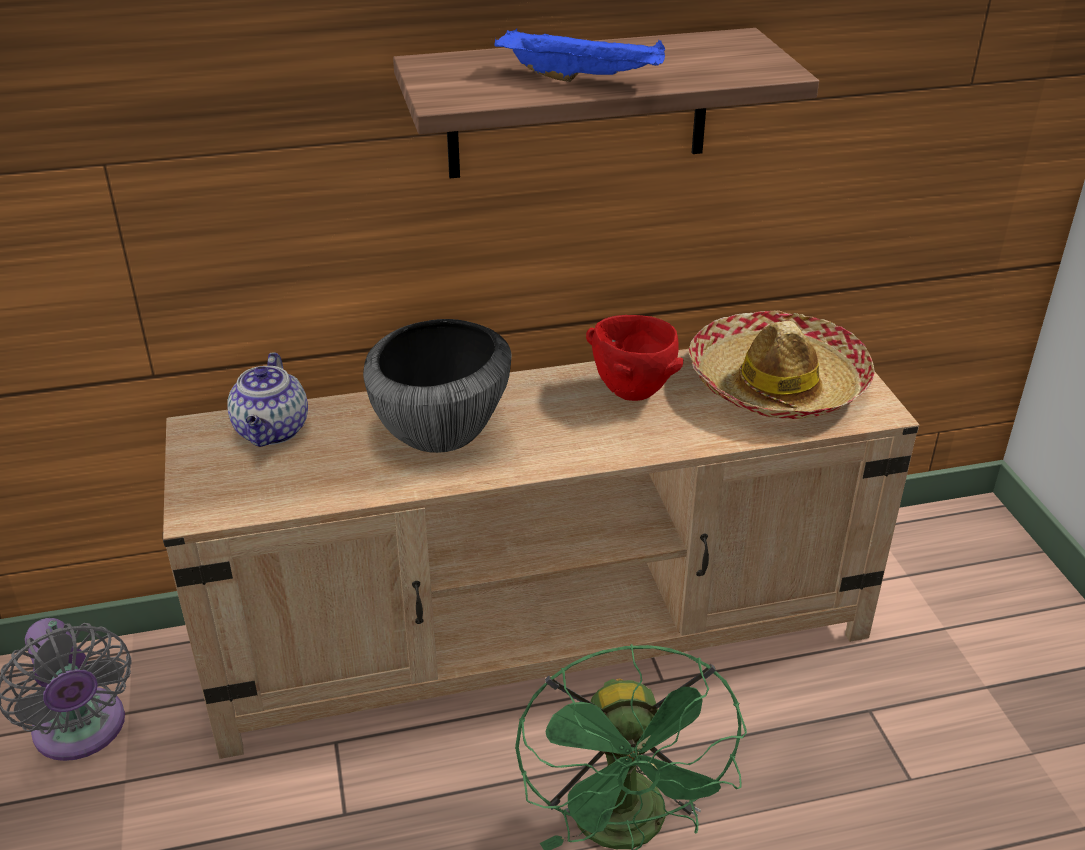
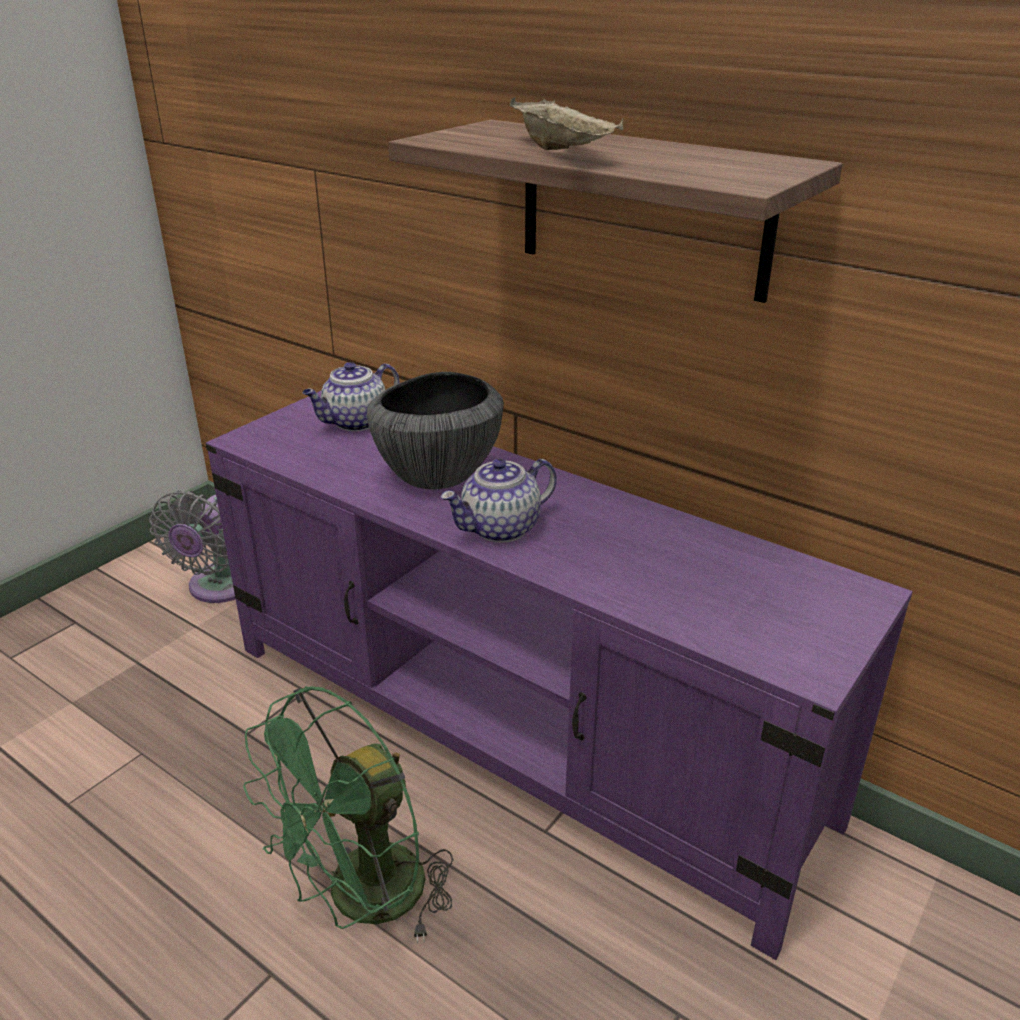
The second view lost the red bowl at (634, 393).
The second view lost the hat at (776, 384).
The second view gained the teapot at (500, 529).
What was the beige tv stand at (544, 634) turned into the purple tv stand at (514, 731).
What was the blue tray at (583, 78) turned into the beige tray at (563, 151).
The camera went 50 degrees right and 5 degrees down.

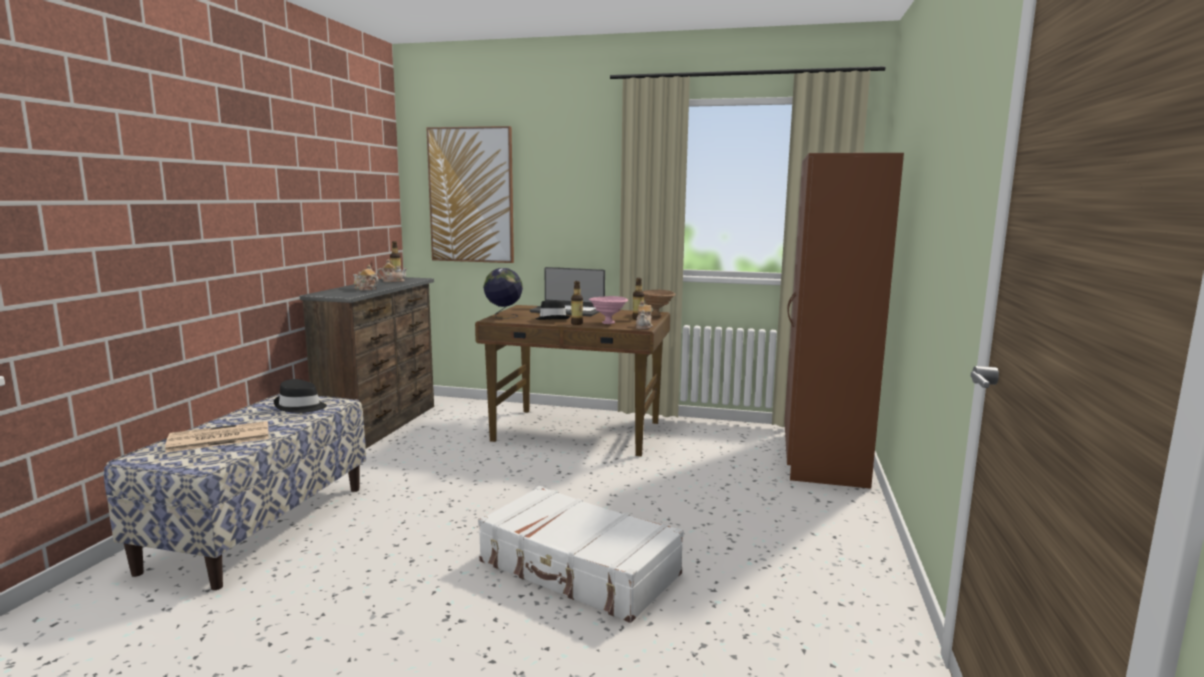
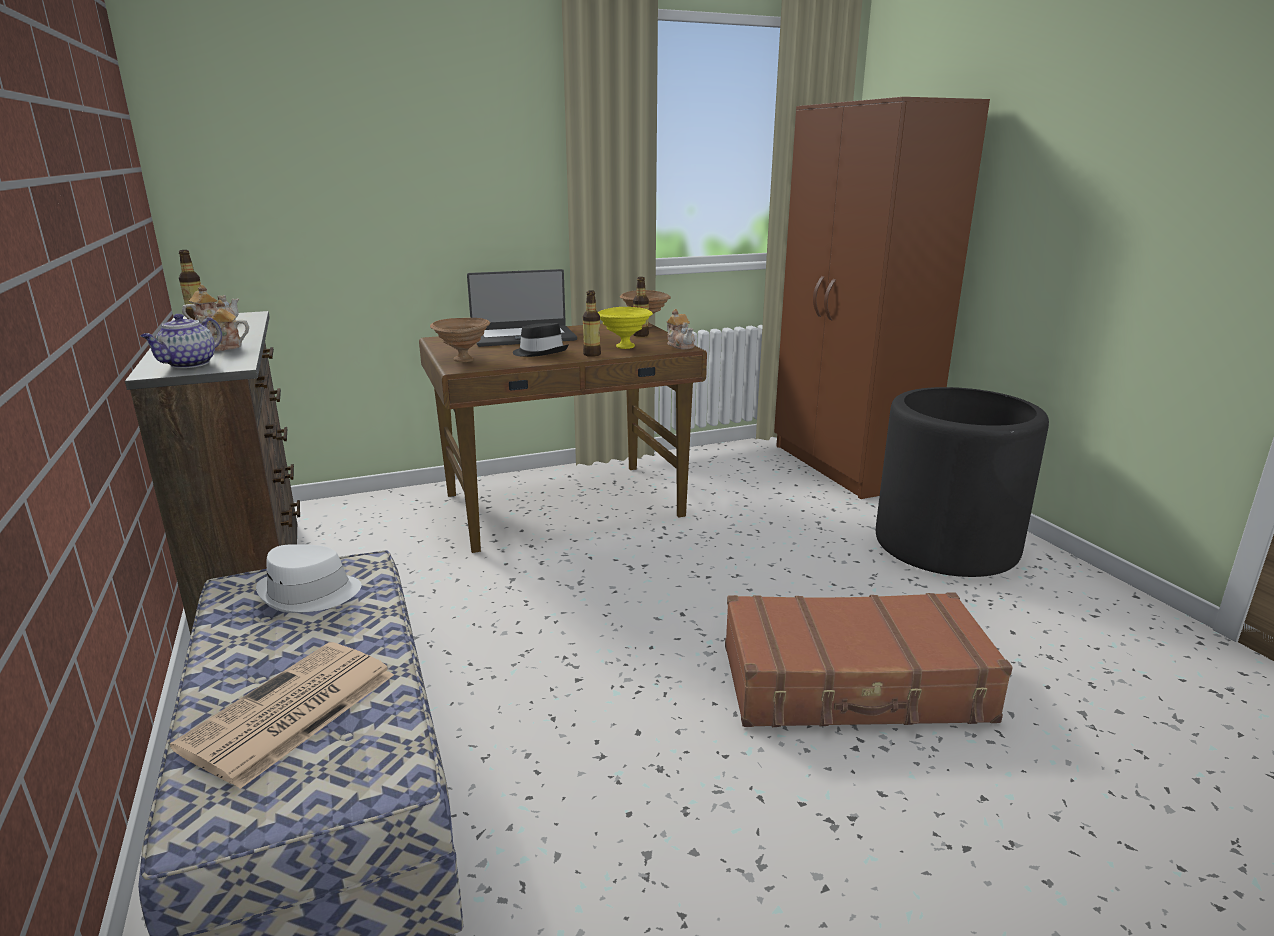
The second view lost the picture at (471, 195).
The second view gained the teapot at (189, 364).
The second view gained the black planter at (946, 545).
Where the globe stood at (503, 317), the brown bowl came to stand at (463, 360).
What was the black hat at (300, 406) turned into the white hat at (310, 594).
What was the white suitcase at (578, 569) turned into the brown suitcase at (854, 684).
What was the pink bowl at (607, 323) turned into the yellow bowl at (623, 346).
The camera went 35 degrees left and 10 degrees up.

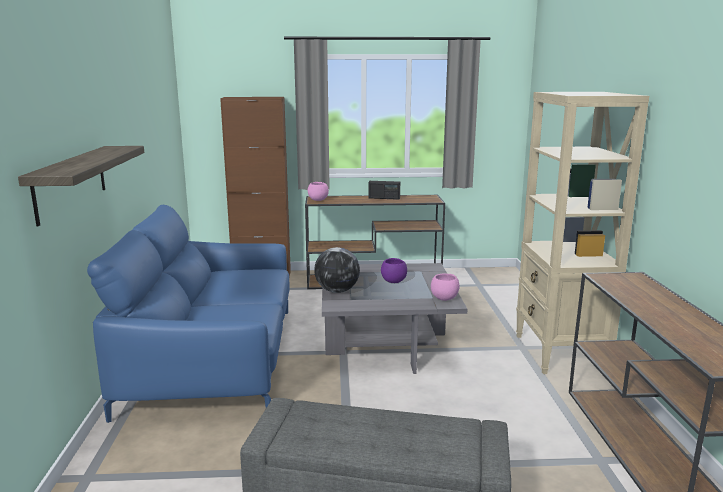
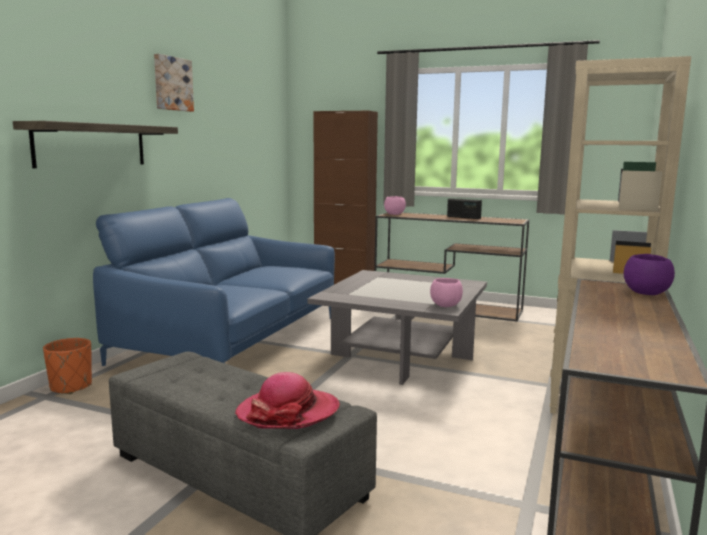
The second view lost the globe at (337, 291).
The second view gained the orange planter at (71, 387).
The second view gained the picture at (172, 84).
The second view gained the hat at (288, 412).
The purple bowl ended up elsewhere, having gone from (393, 281) to (645, 293).
The camera went 25 degrees right and 5 degrees down.

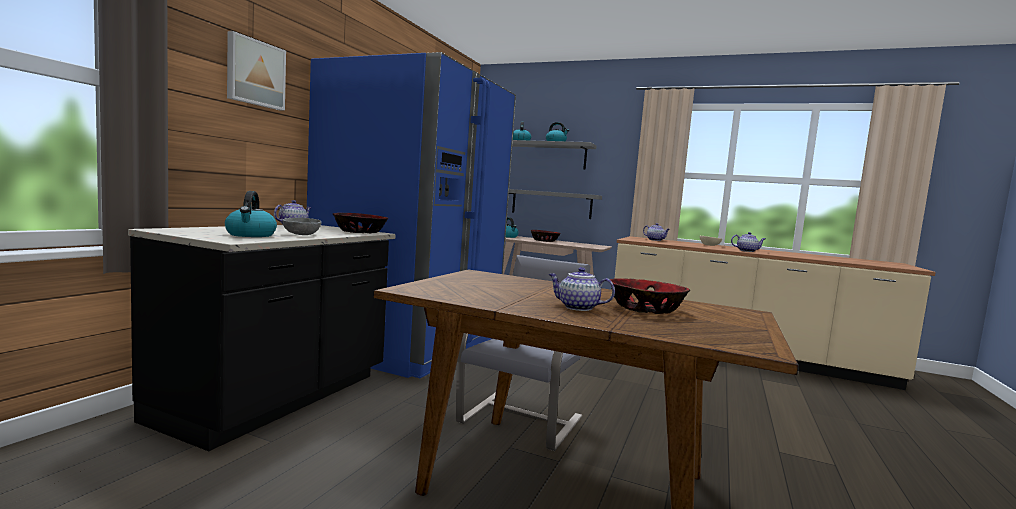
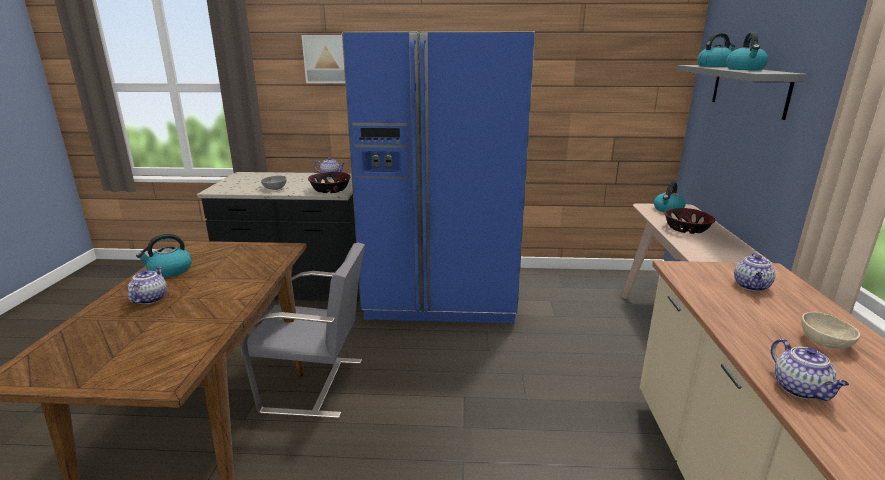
The second view lost the grey shelf at (551, 204).
The second view lost the bowl at (645, 309).
The kettle ended up elsewhere, having gone from (251, 235) to (170, 271).
The camera went 70 degrees right and 15 degrees up.

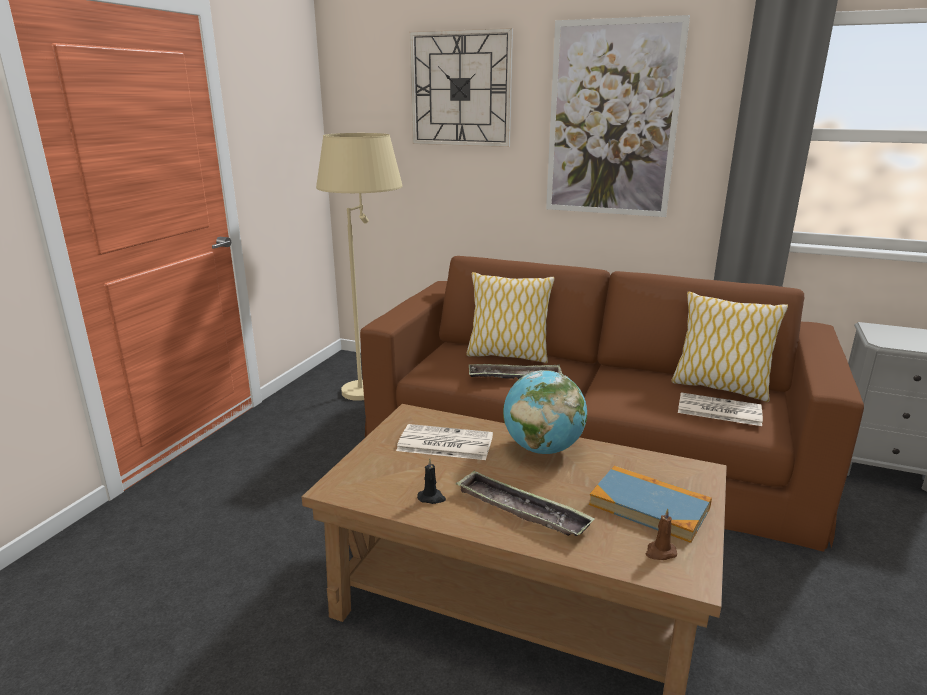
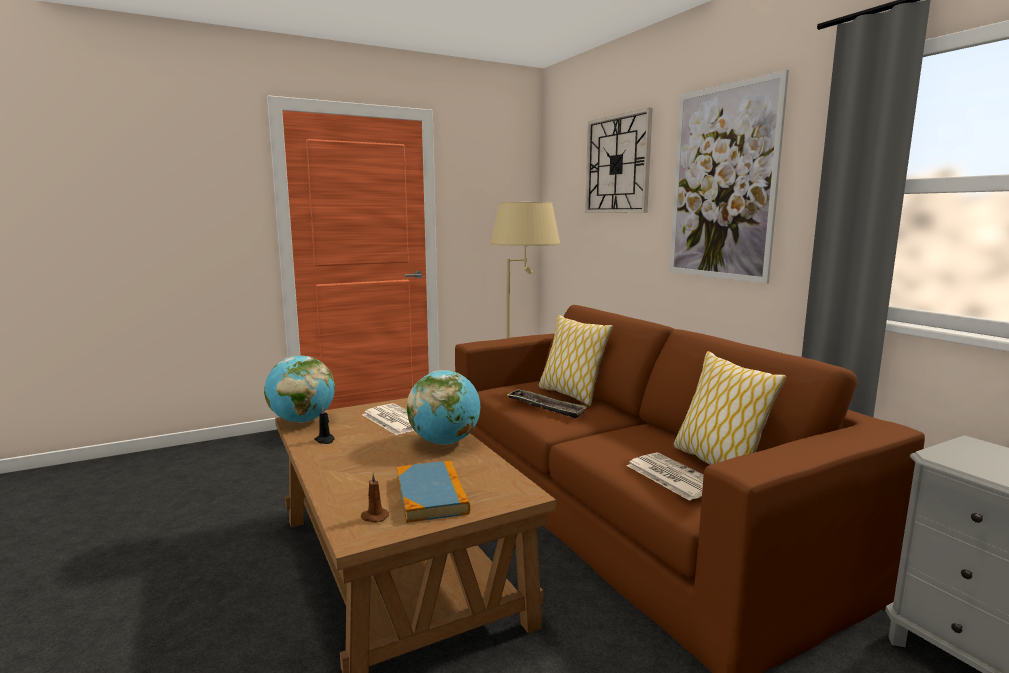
The second view lost the tray at (521, 510).
The second view gained the globe at (302, 420).
The camera went 40 degrees right and 10 degrees down.

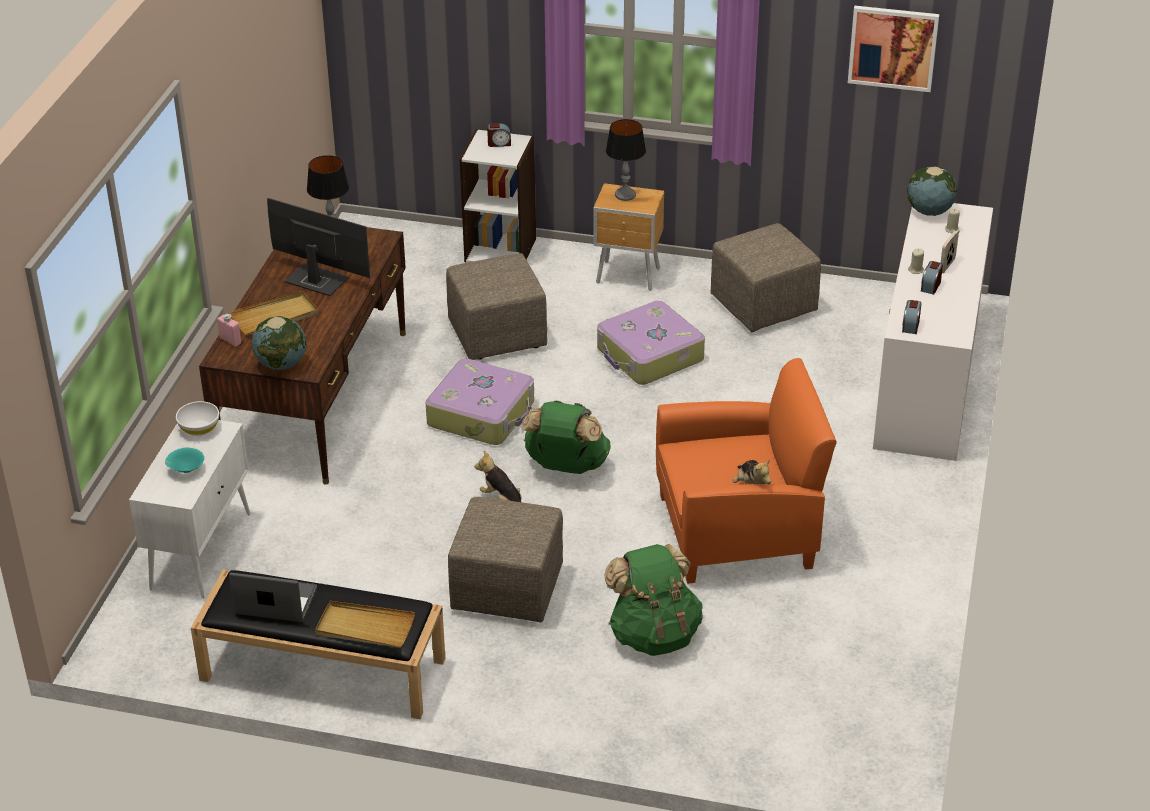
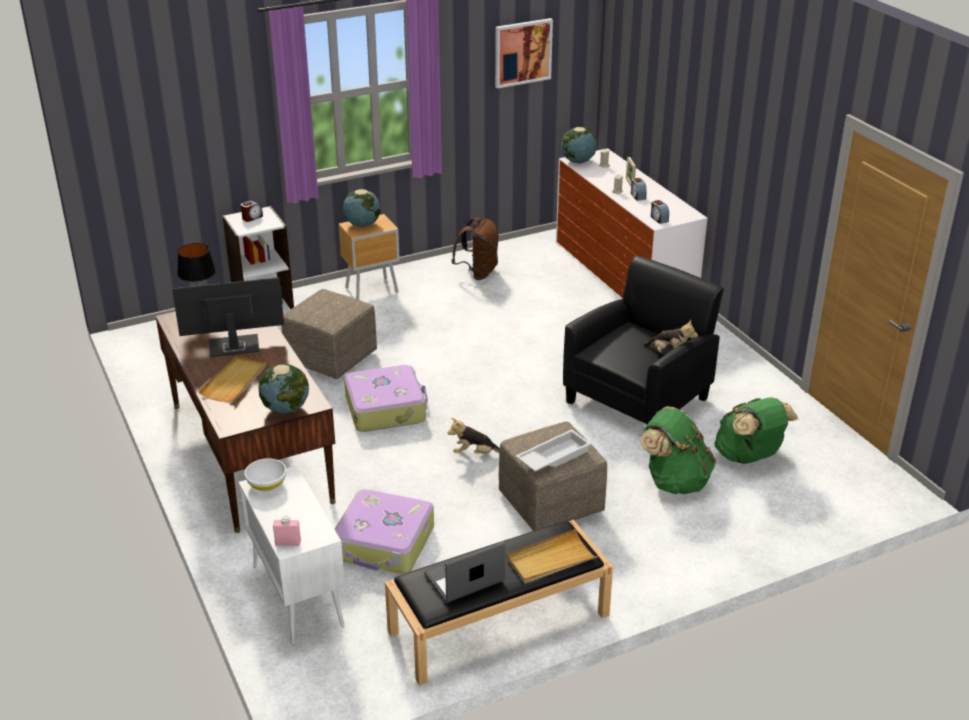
The second view lost the turquoise bowl at (185, 470).
The second view gained the white tray at (553, 456).
The pink bottle ended up elsewhere, having gone from (230, 340) to (288, 543).
The green backpack ended up elsewhere, having gone from (566, 466) to (749, 457).
The suitcase ended up elsewhere, having gone from (649, 355) to (384, 543).
Where the table lamp stood at (625, 195), the globe came to stand at (362, 224).
Where the beige ottoman stood at (764, 305), the brown backpack came to stand at (478, 273).
What was the orange armchair at (738, 531) turned into the black armchair at (638, 399).
The camera went 40 degrees left and 5 degrees down.

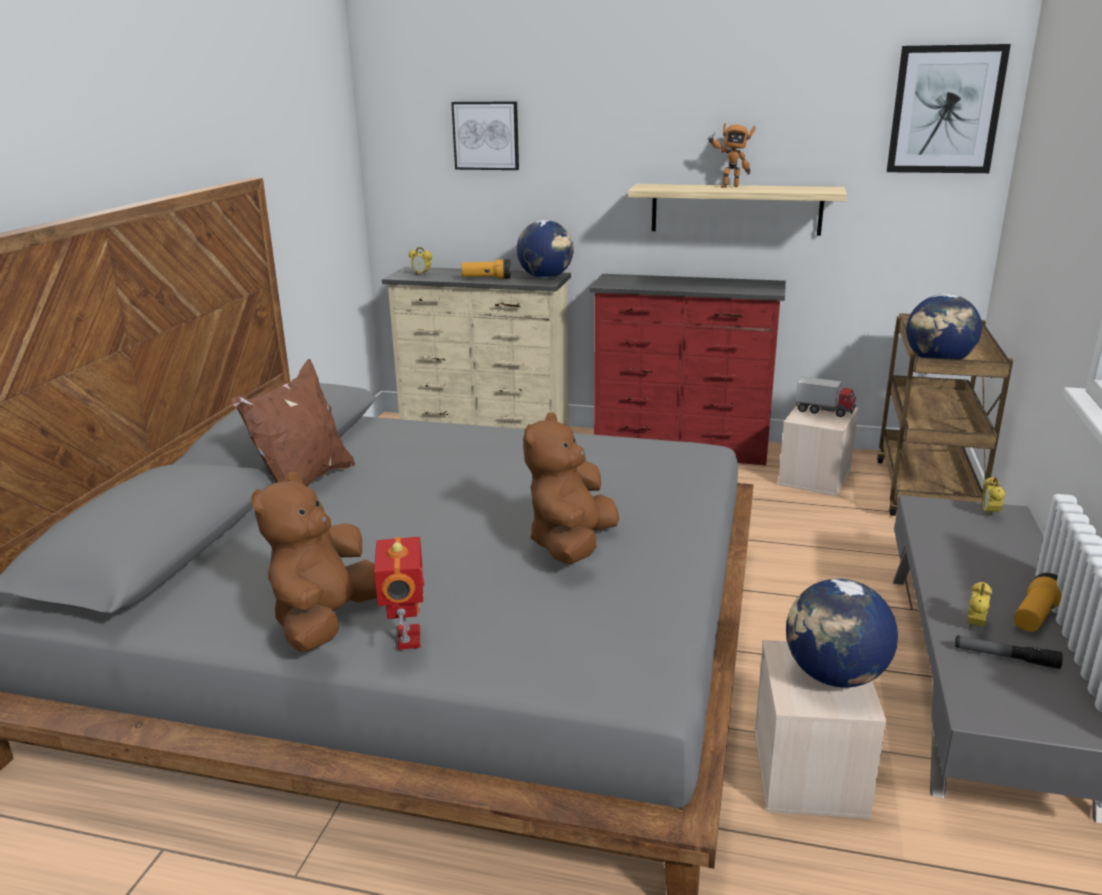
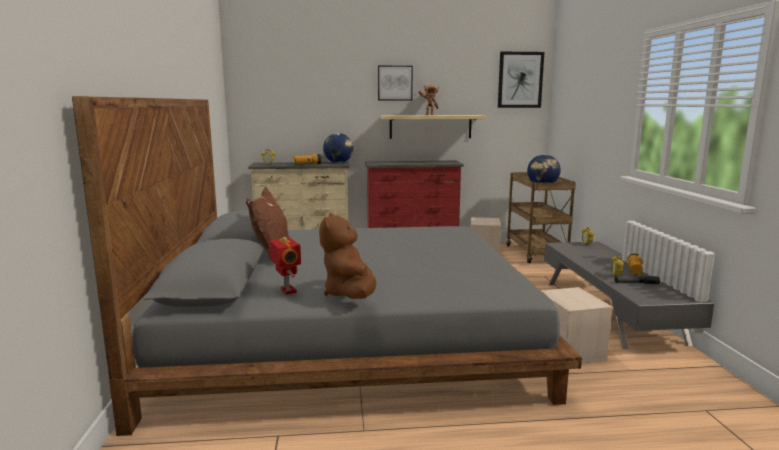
The second view lost the brown plush toy at (571, 545).
The second view lost the globe at (834, 676).
The second view lost the toy truck at (824, 411).
The toy robot ended up elsewhere, having gone from (406, 639) to (287, 291).
The picture ended up elsewhere, having gone from (486, 135) to (395, 83).
The camera went 20 degrees left and 10 degrees down.

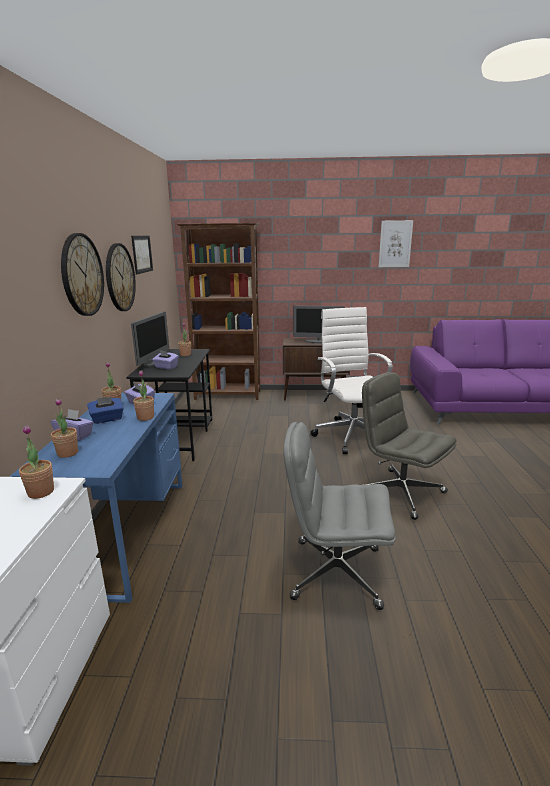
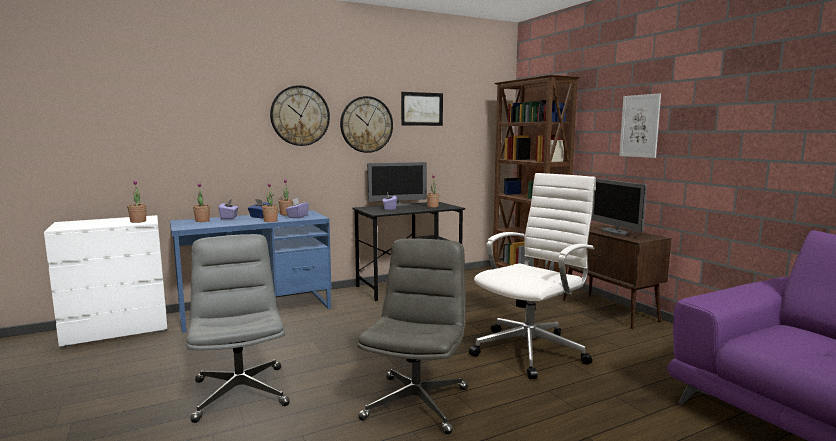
The picture ended up elsewhere, having gone from (395, 244) to (639, 126).
The camera went 60 degrees right and 10 degrees down.

